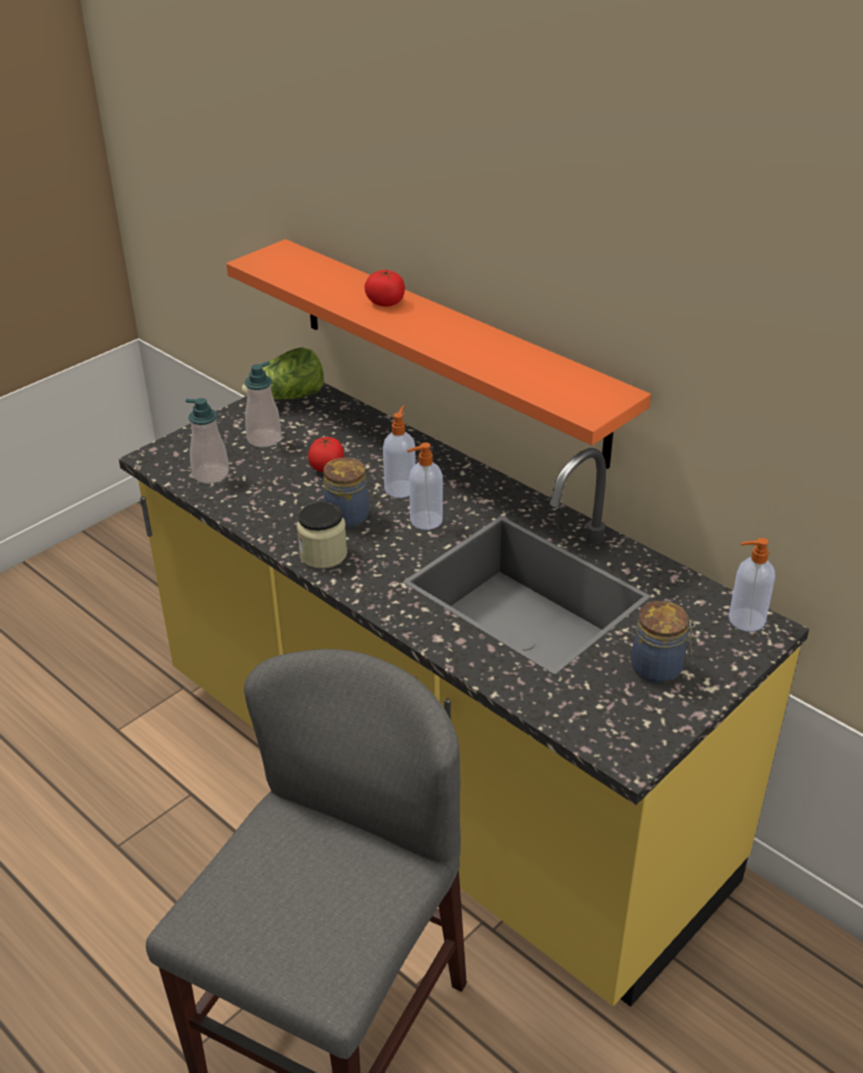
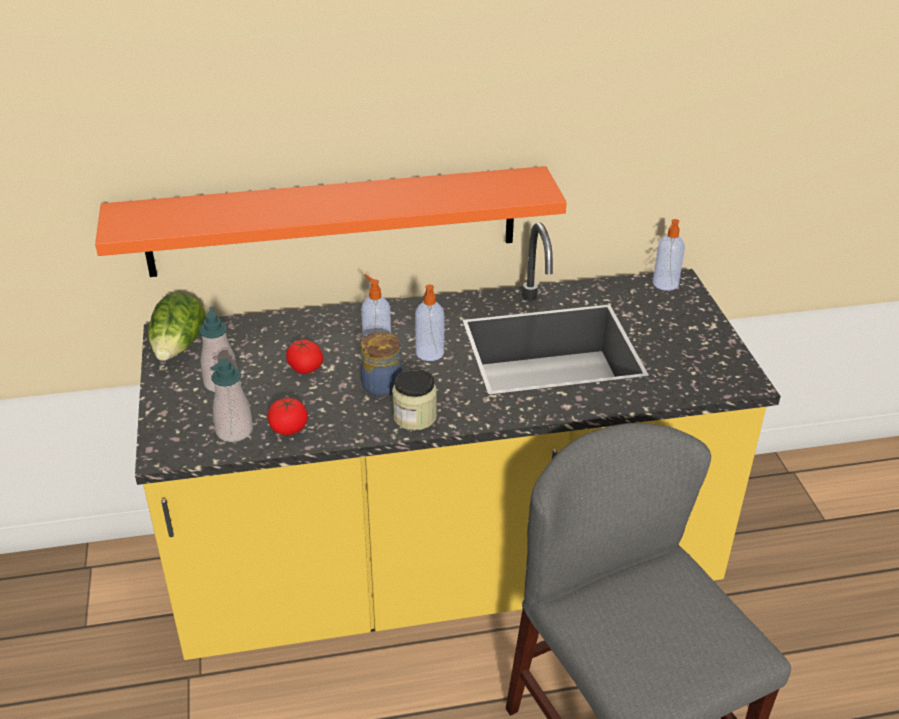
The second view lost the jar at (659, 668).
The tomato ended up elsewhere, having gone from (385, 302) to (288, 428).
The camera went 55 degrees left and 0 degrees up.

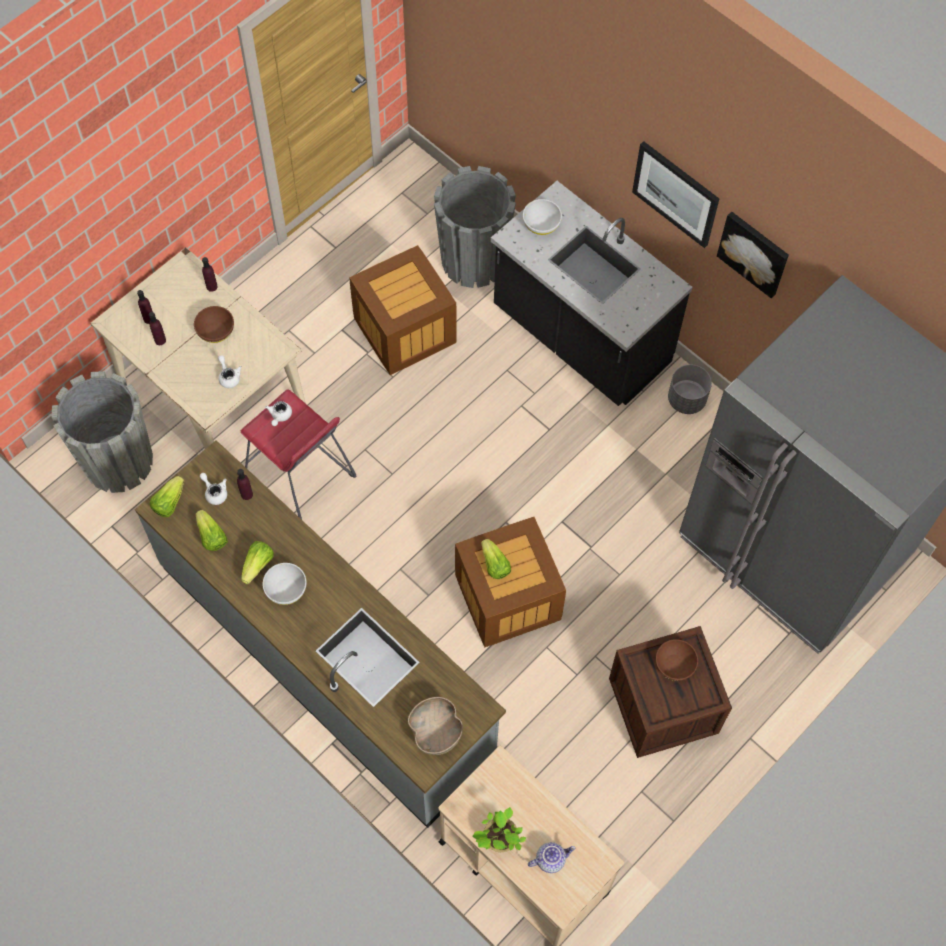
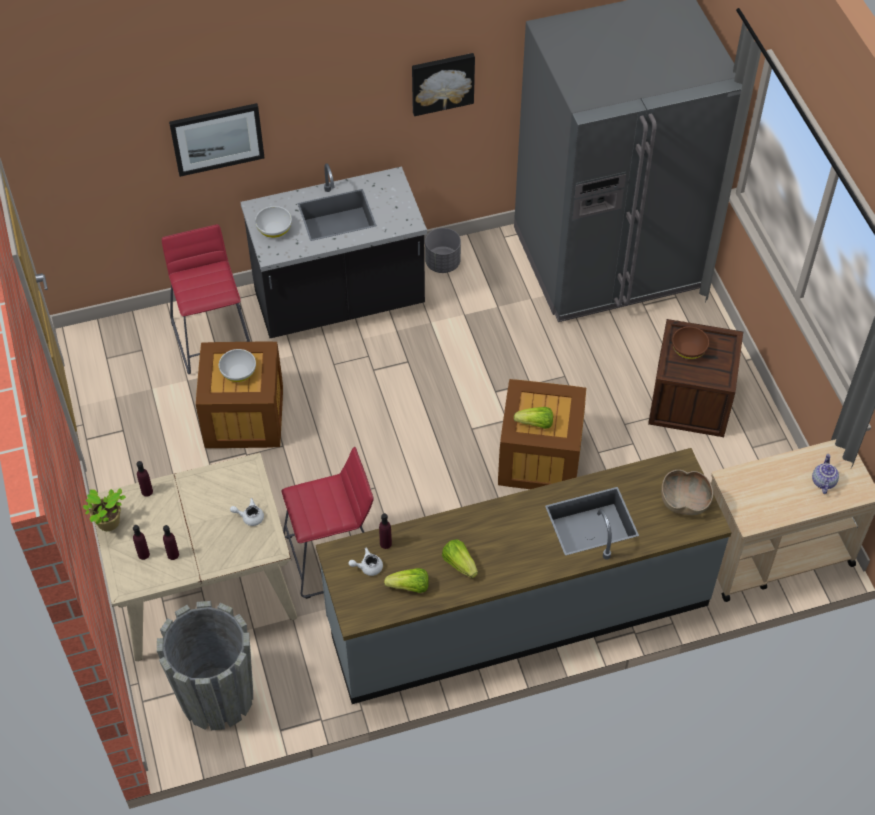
The second view lost the lettuce at (169, 502).
The second view lost the brown bowl at (215, 331).
The second view lost the white teapot at (279, 416).
The white bowl ended up elsewhere, having gone from (286, 589) to (238, 373).
The potted plant ended up elsewhere, having gone from (498, 841) to (109, 524).
The picture ended up elsewhere, having gone from (676, 193) to (217, 138).
Where the grey planter stood at (473, 260), the red stool came to stand at (213, 339).
The camera went 60 degrees left and 10 degrees down.

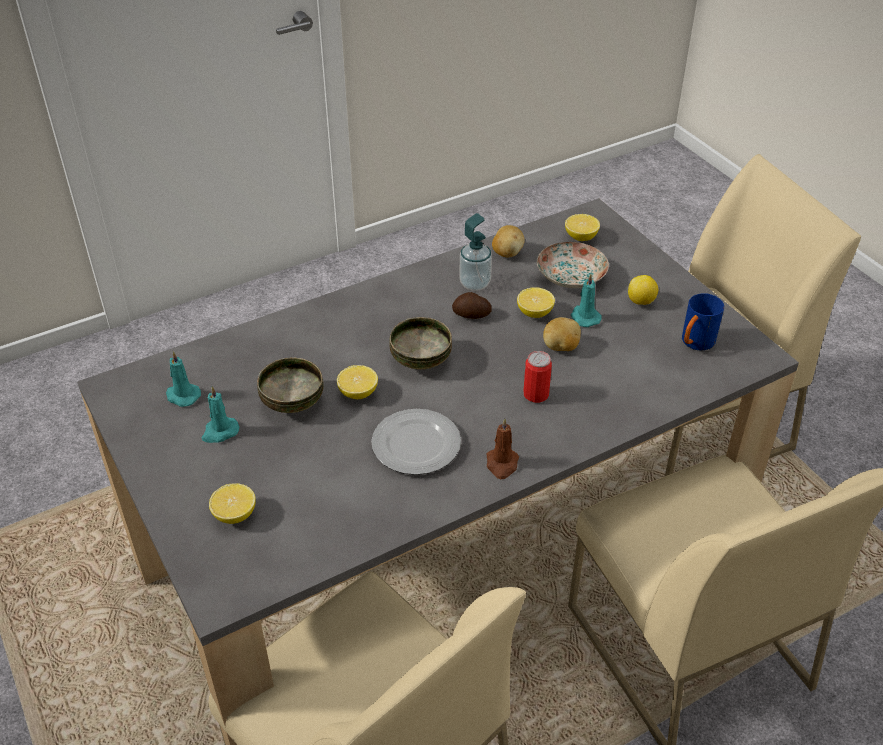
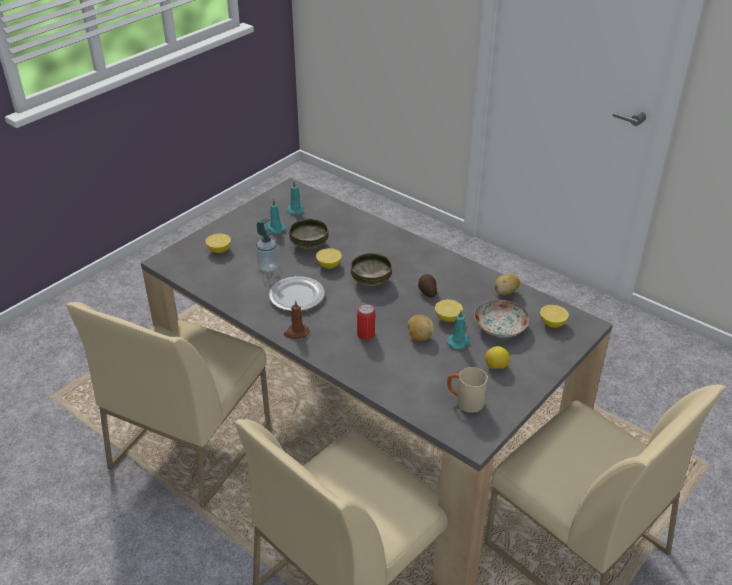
The soap dispenser ended up elsewhere, having gone from (475, 283) to (268, 267).
What was the blue mug at (694, 344) turned into the beige mug at (464, 402).
The camera went 70 degrees right and 5 degrees down.

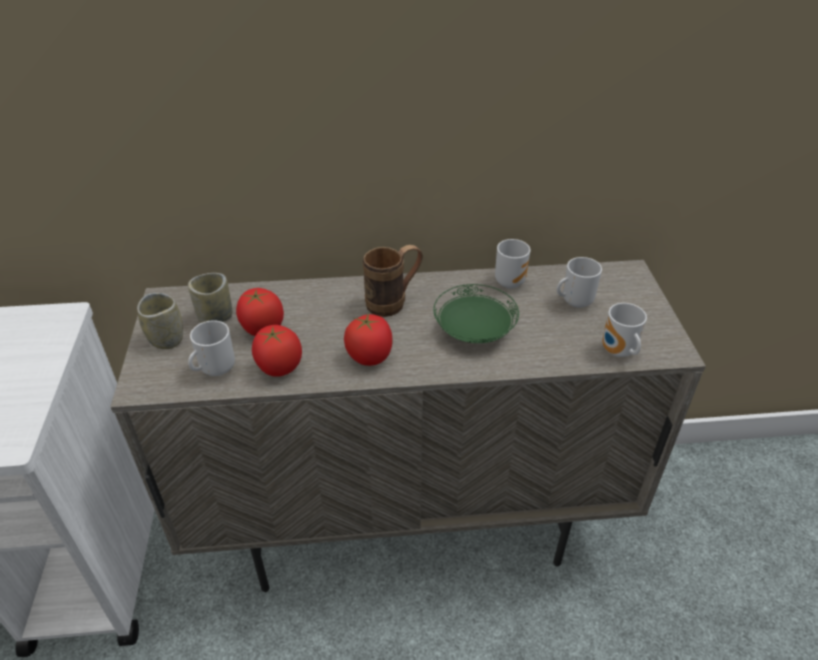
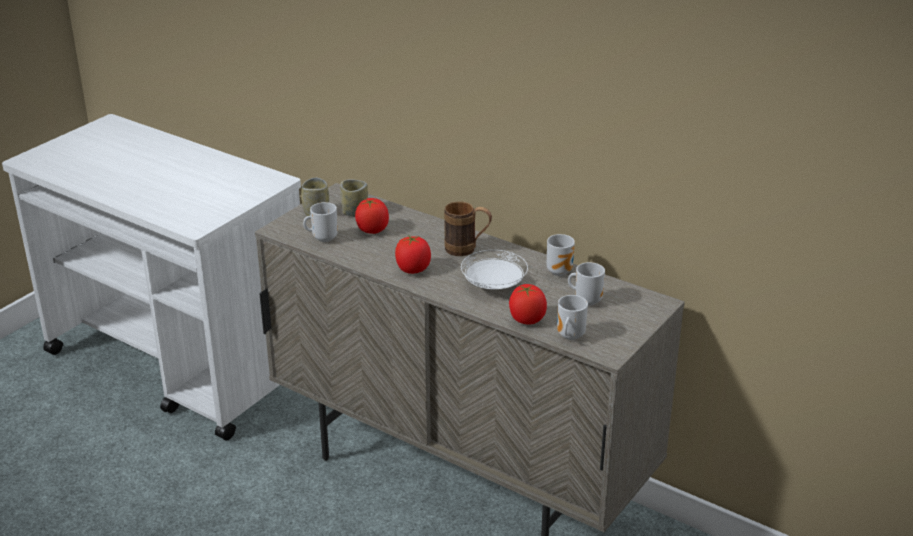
The tomato ended up elsewhere, having gone from (279, 367) to (526, 320).
What was the green plate at (474, 332) turned into the white plate at (493, 286).
The camera went 40 degrees right and 10 degrees down.

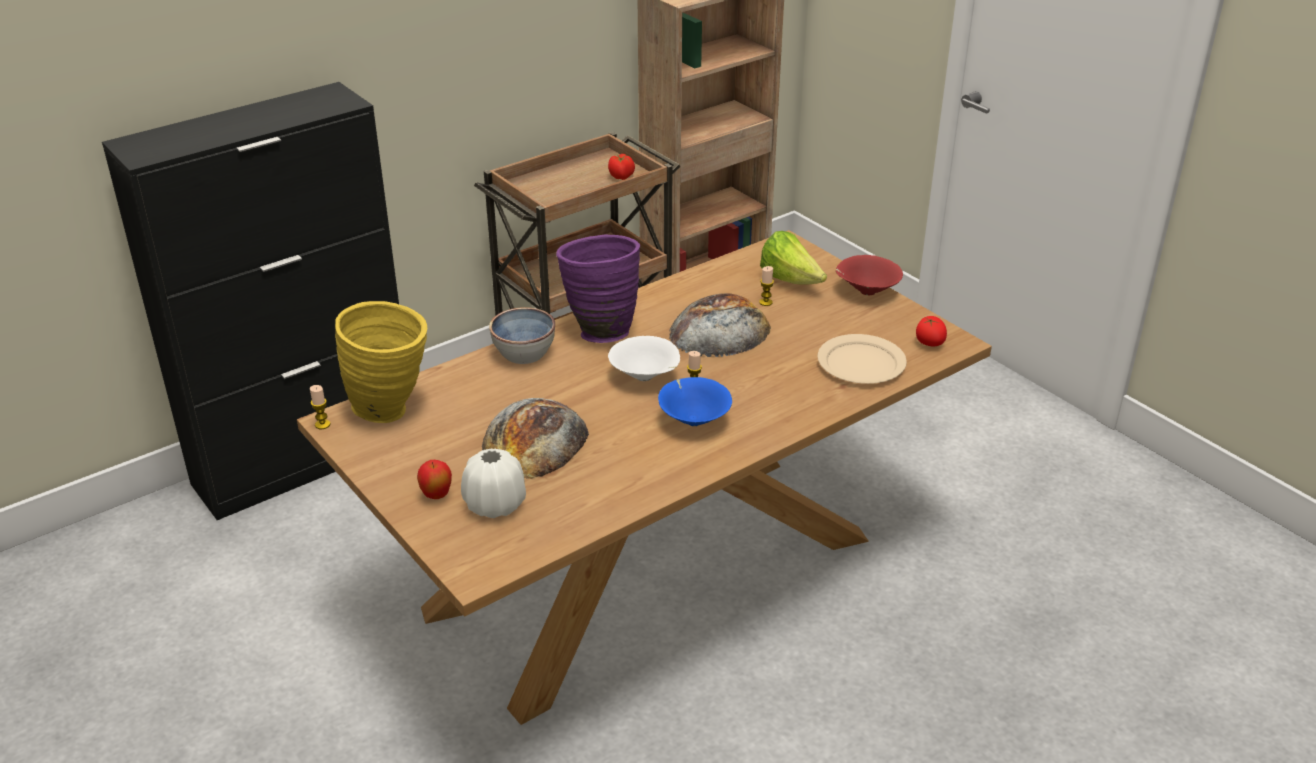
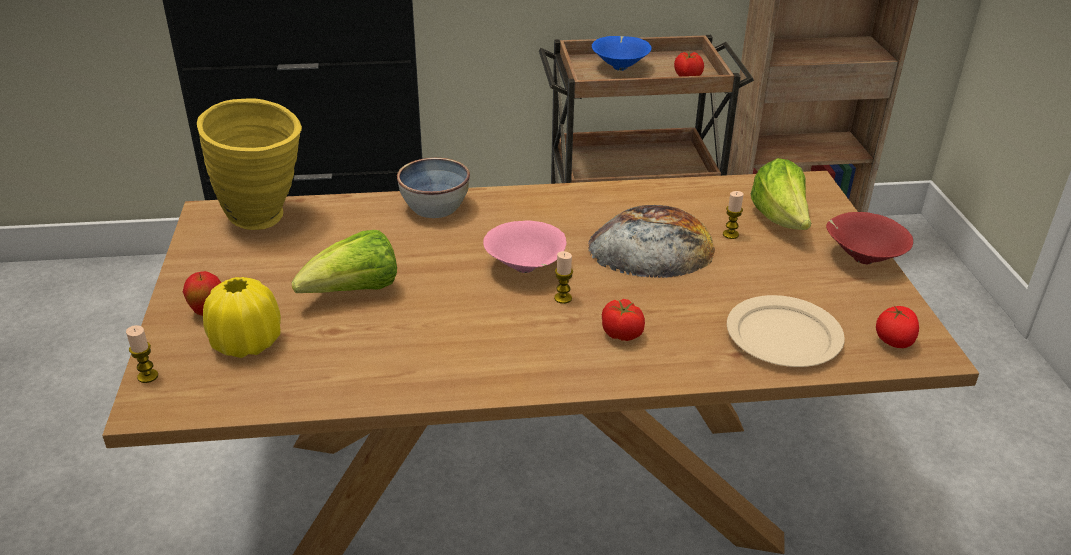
The second view lost the purple vase at (599, 330).
The second view gained the tomato at (621, 334).
The candle ended up elsewhere, having gone from (322, 424) to (148, 376).
The blue bowl ended up elsewhere, having gone from (693, 420) to (620, 67).
Where the bread stood at (535, 440), the lettuce came to stand at (354, 292).
What was the white vase at (495, 504) turned into the yellow vase at (247, 342).
What was the white bowl at (645, 377) turned into the pink bowl at (525, 269).
The camera went 30 degrees right and 0 degrees up.

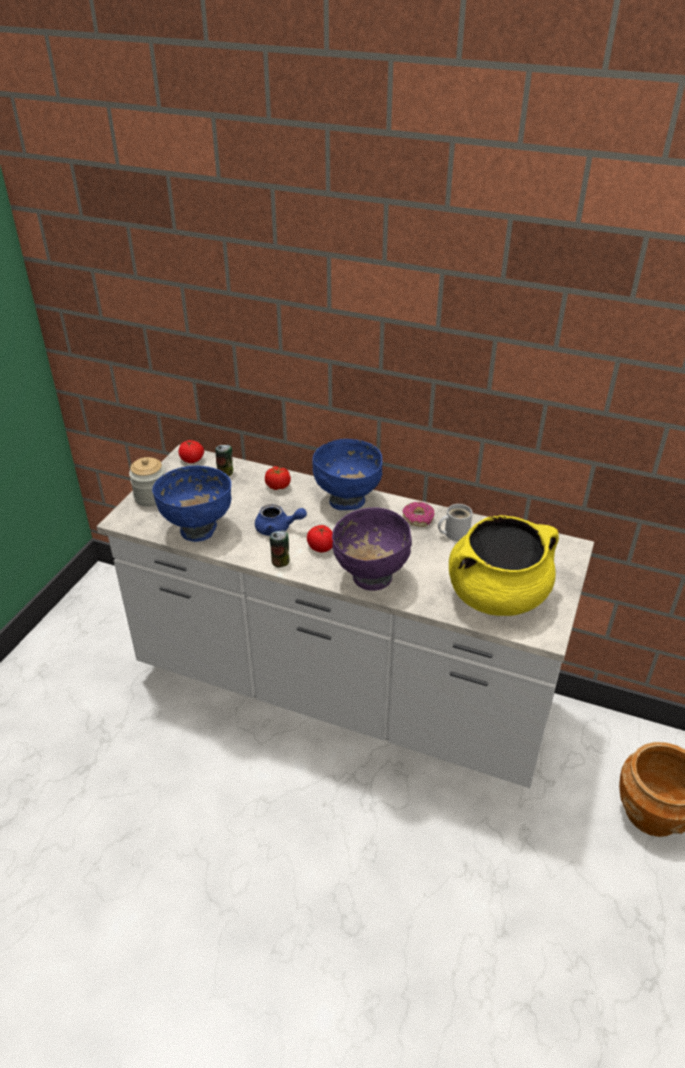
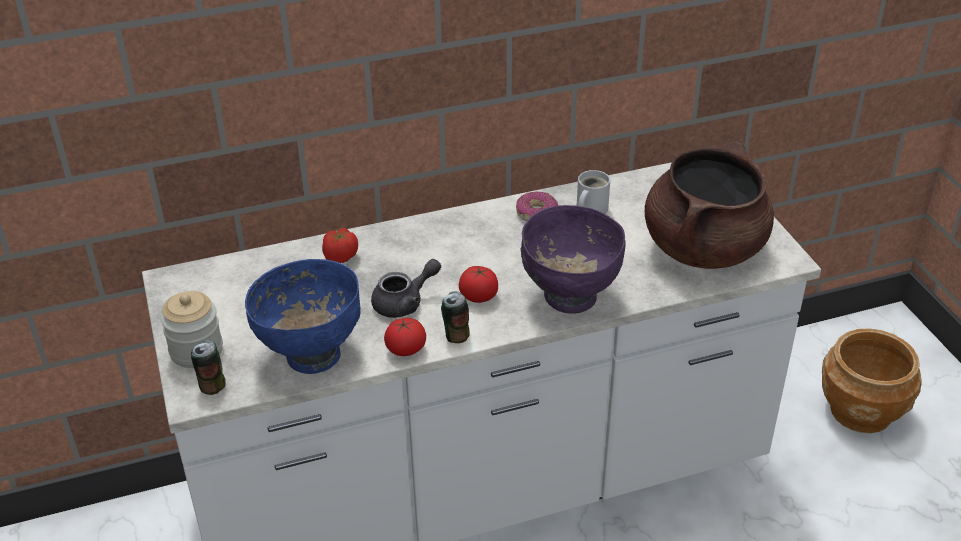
The second view lost the blue bowl at (348, 501).
The tomato ended up elsewhere, having gone from (192, 460) to (406, 349).
The can ended up elsewhere, having gone from (225, 473) to (212, 385).
What was the blue teapot at (278, 529) turned into the grey teapot at (405, 303).
What was the yellow cooking pot at (497, 595) turned into the brown cooking pot at (703, 248).
The camera went 40 degrees left and 0 degrees up.

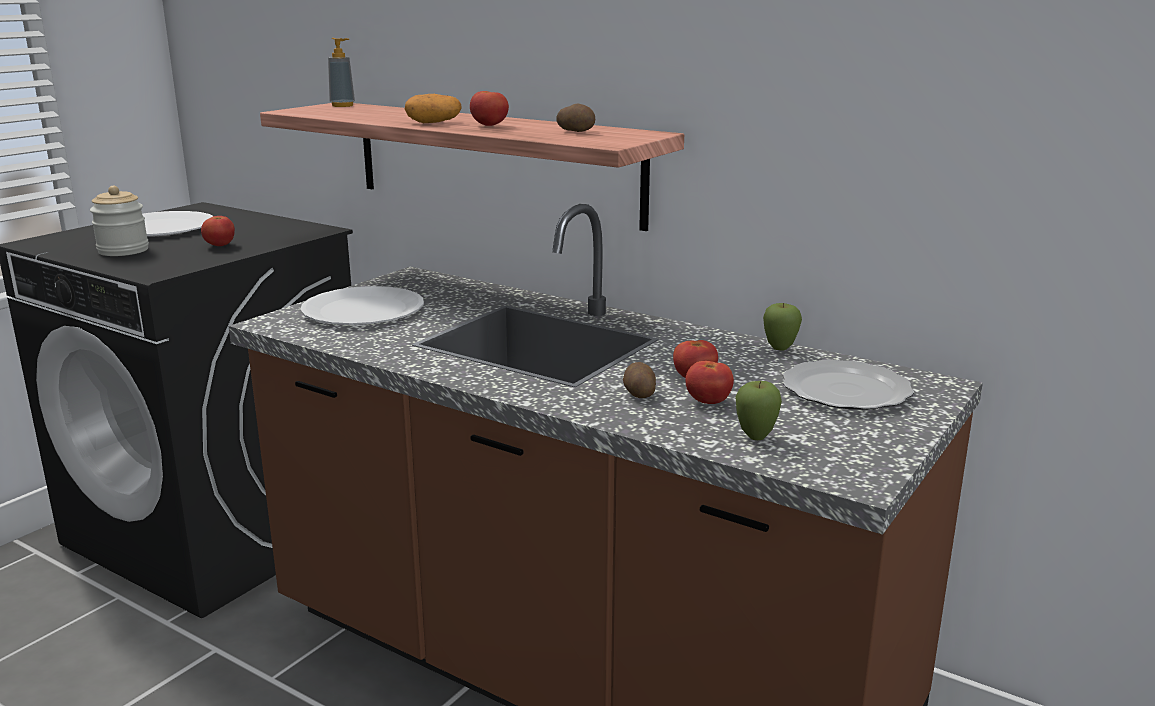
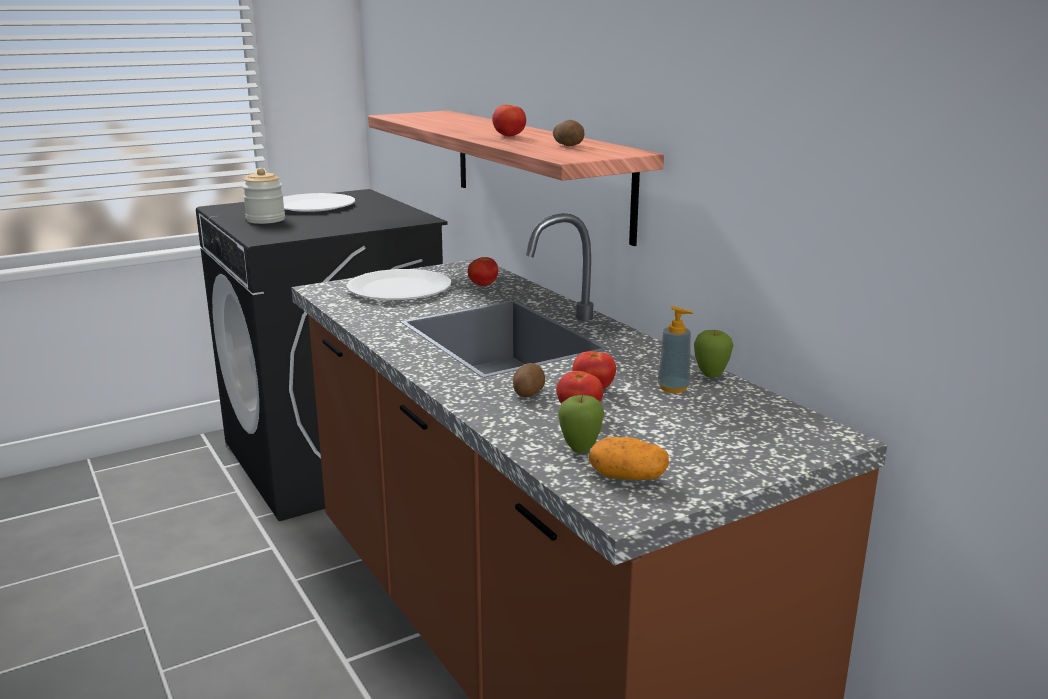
The second view lost the plate at (845, 390).
The tomato ended up elsewhere, having gone from (220, 246) to (483, 285).
The soap dispenser ended up elsewhere, having gone from (342, 105) to (673, 388).
The potato ended up elsewhere, having gone from (433, 122) to (627, 477).
The camera went 25 degrees right and 0 degrees up.

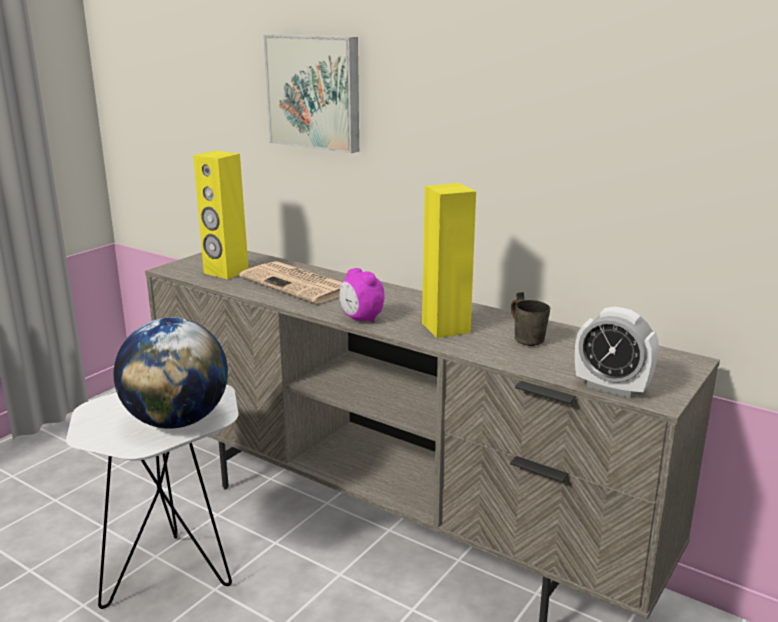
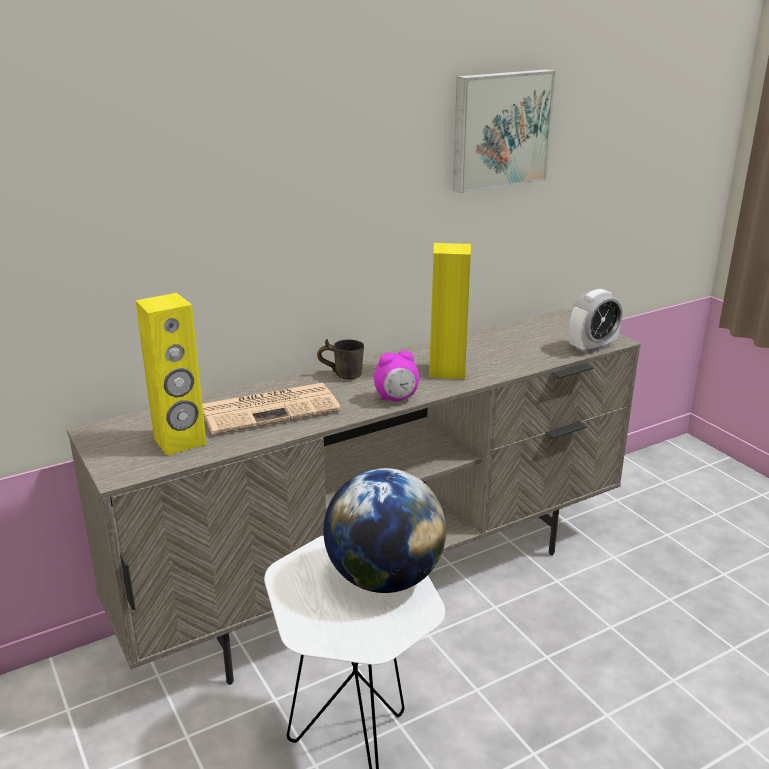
The picture ended up elsewhere, having gone from (315, 92) to (499, 129).
The grey mug ended up elsewhere, having gone from (528, 338) to (342, 374).
The camera went 65 degrees left and 5 degrees up.

